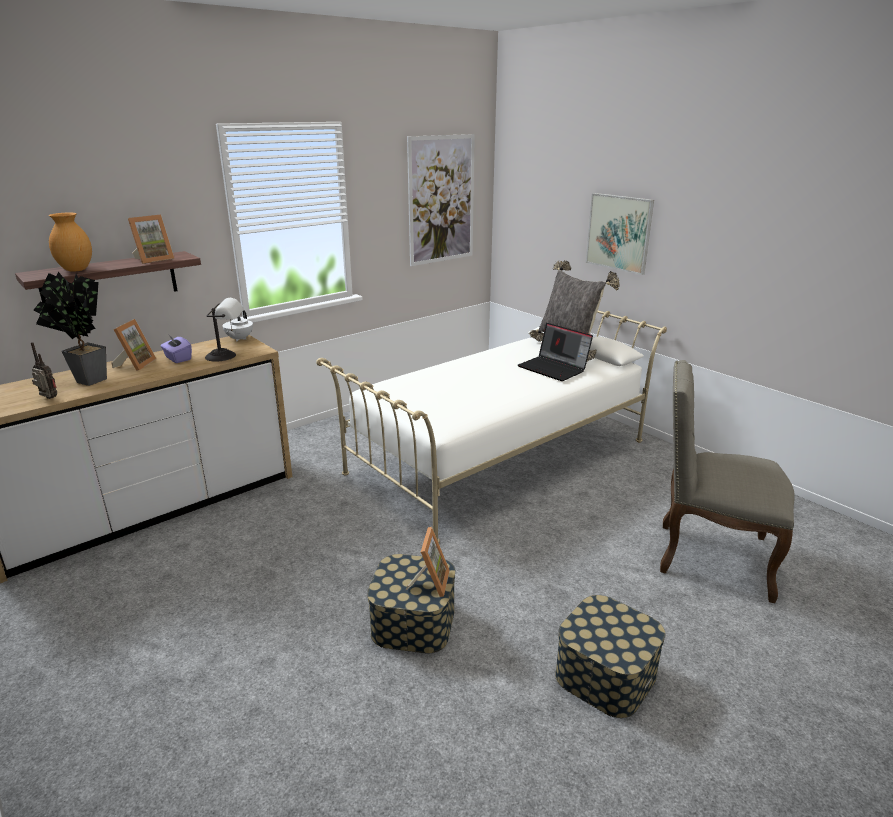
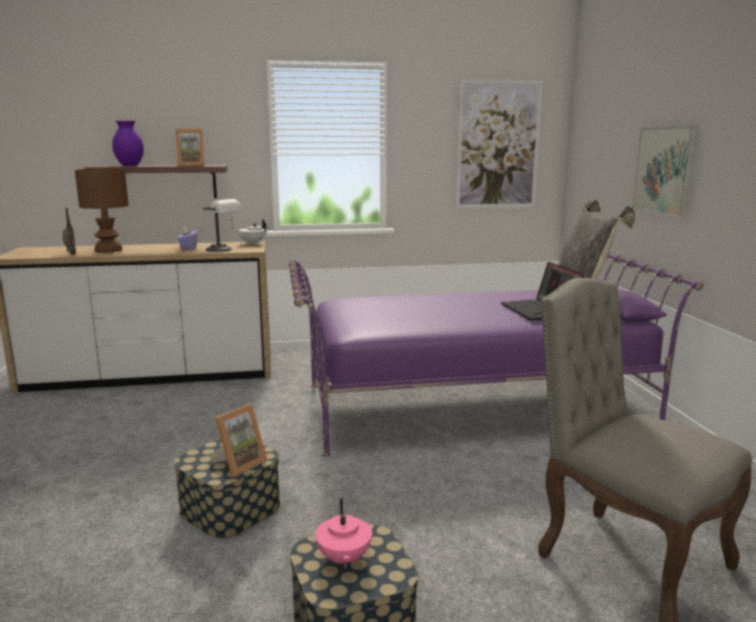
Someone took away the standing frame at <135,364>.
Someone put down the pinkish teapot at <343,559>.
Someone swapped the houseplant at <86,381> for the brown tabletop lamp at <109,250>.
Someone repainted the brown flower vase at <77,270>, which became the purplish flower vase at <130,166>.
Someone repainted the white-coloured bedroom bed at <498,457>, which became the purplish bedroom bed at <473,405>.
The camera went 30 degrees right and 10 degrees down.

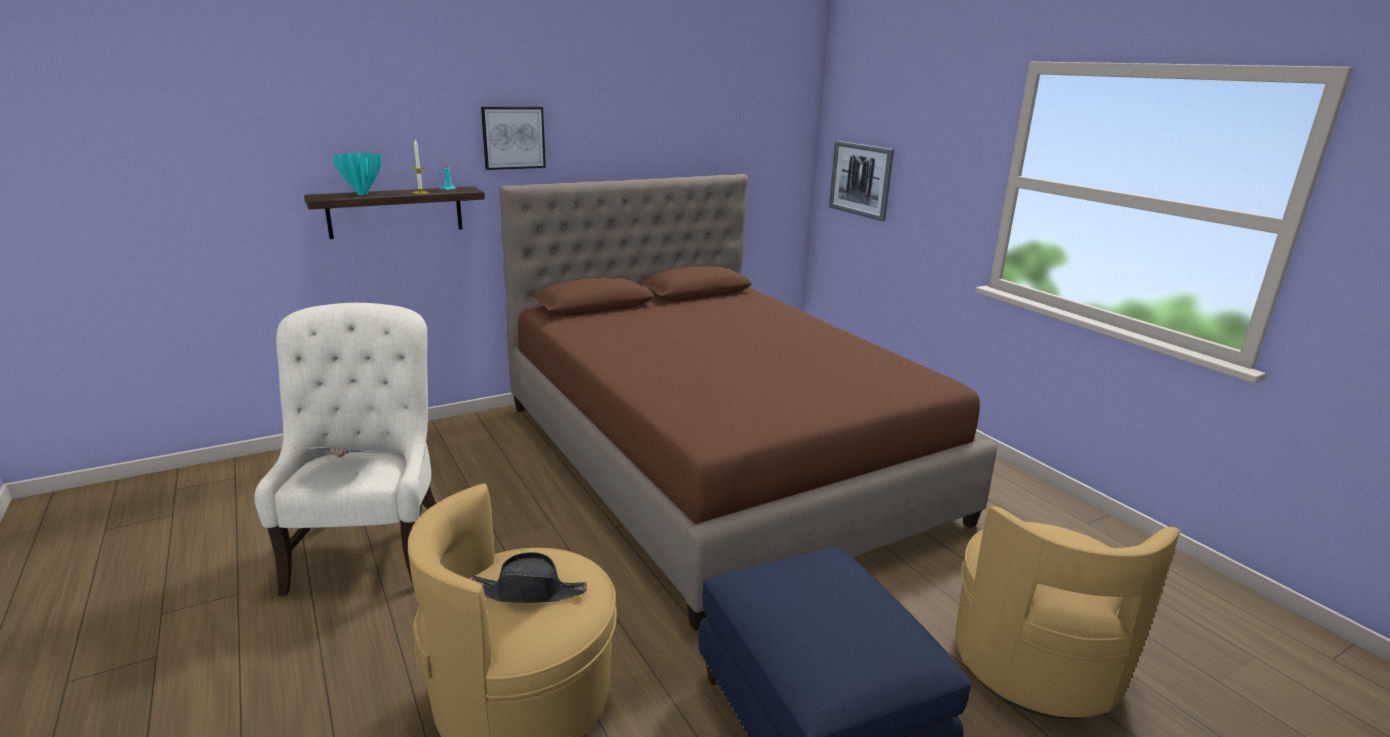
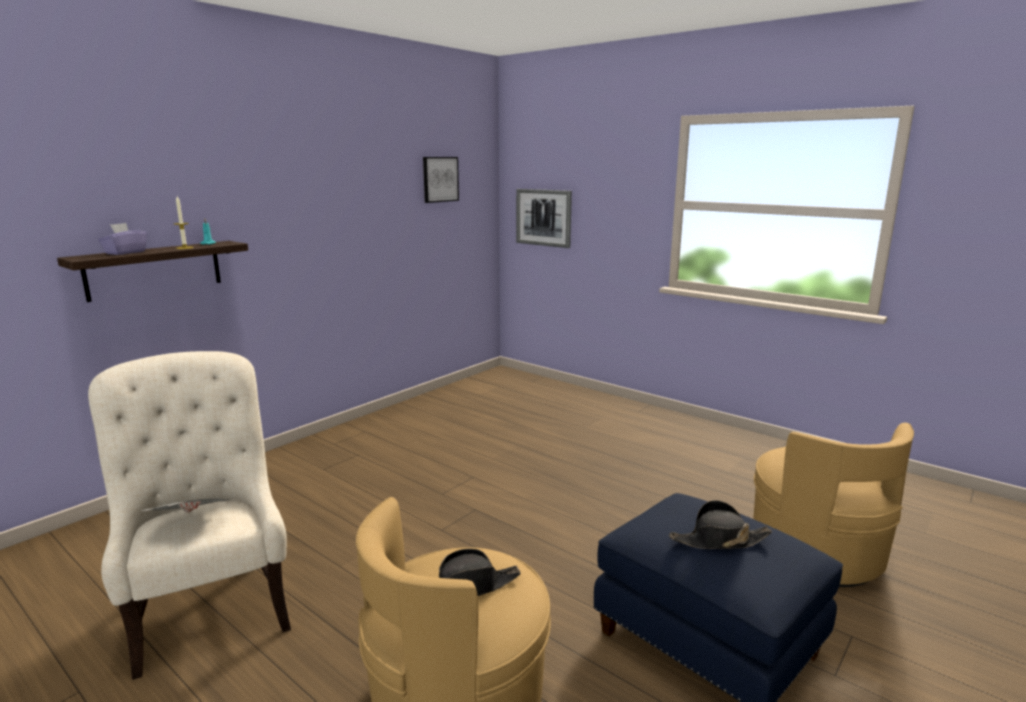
Someone took away the brown bedroom bed at <717,459>.
Someone put down the black-coloured wearable hat at <719,540>.
Someone carried the picture from <513,137> to <440,179>.
Someone swapped the turquoise flower vase at <363,194> for the purplish tissue box at <125,252>.
The camera went 20 degrees left and 5 degrees down.

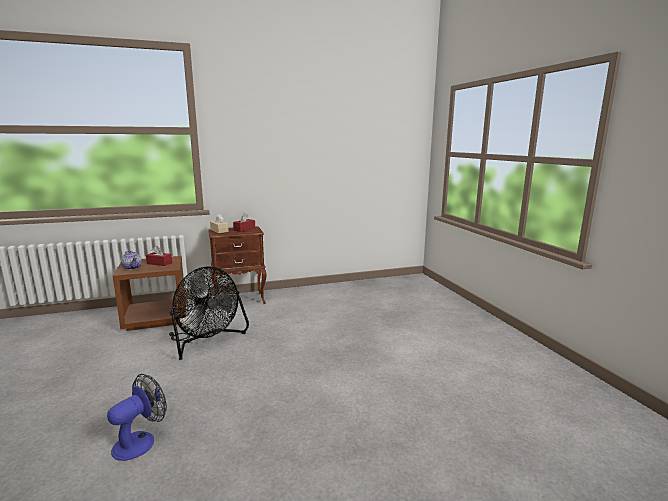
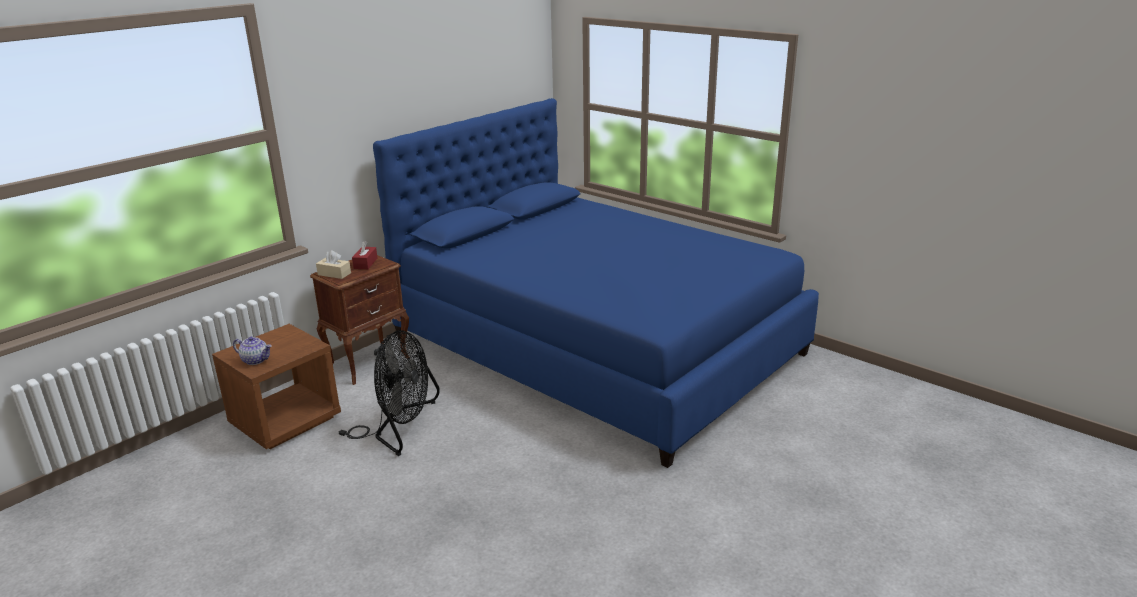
Someone took away the fan at <140,441>.
Someone took away the red-coloured tissue box at <159,263>.
Someone put down the blue bedroom bed at <596,345>.
The camera went 30 degrees left and 10 degrees up.

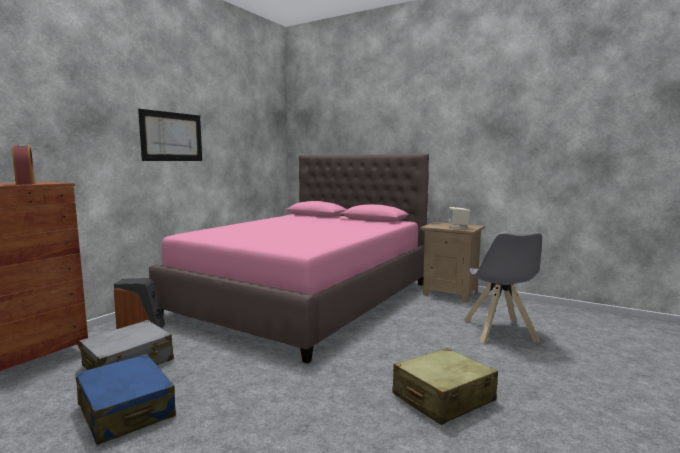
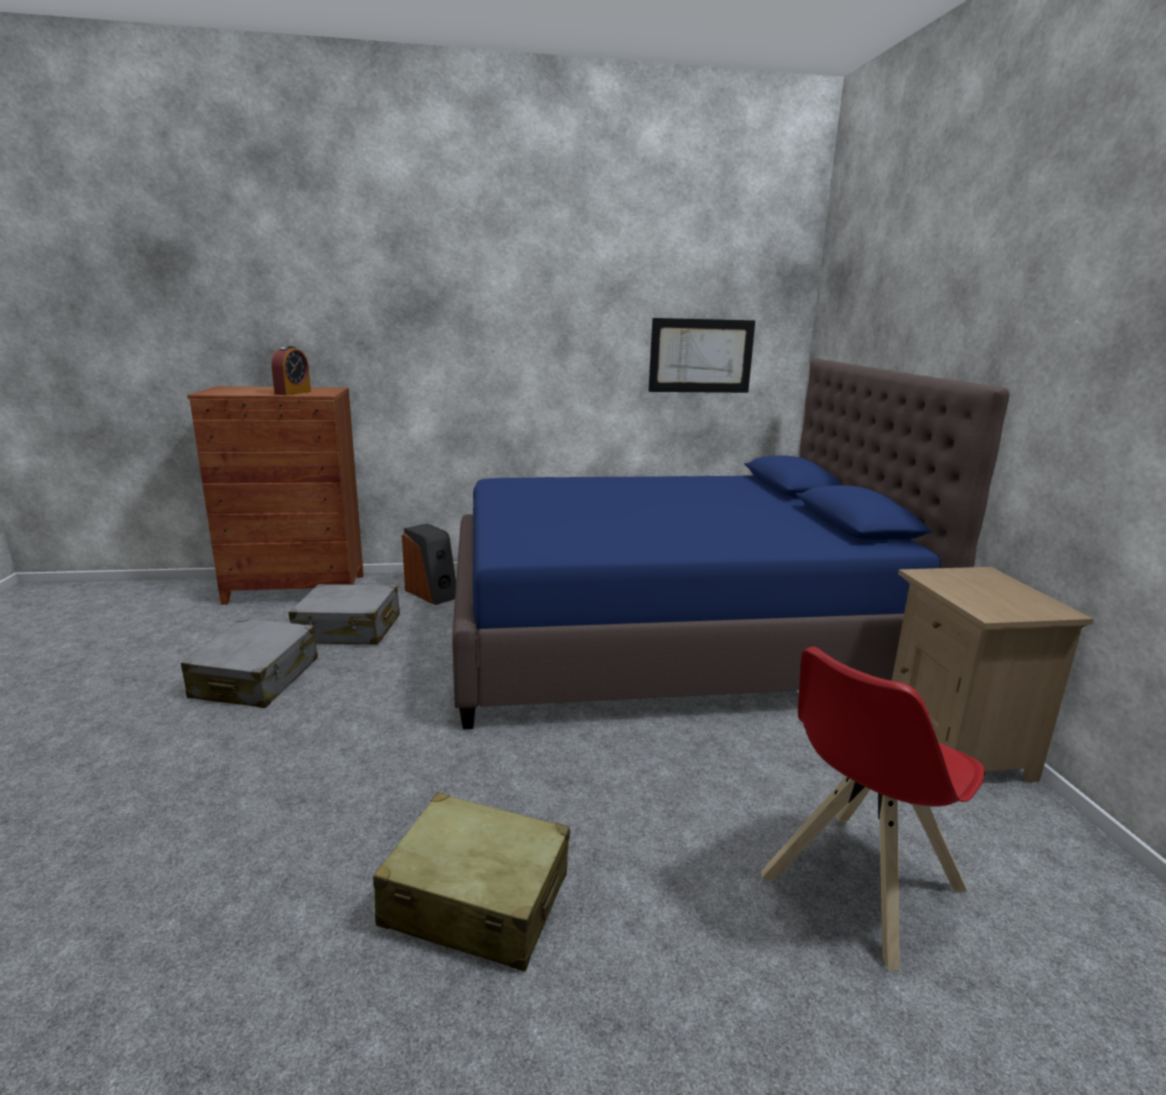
Someone took away the beige-coloured speaker at <458,228>.
Someone carried the picture from <172,136> to <701,356>.
Someone repainted the blue travel case at <126,410>, which became the grey travel case at <256,678>.
Someone repainted the pinkish bedroom bed at <305,299>, which became the blue bedroom bed at <667,634>.
Someone repainted the grey chair at <500,332>, which became the red-coloured chair at <858,885>.
The camera went 50 degrees right and 10 degrees up.

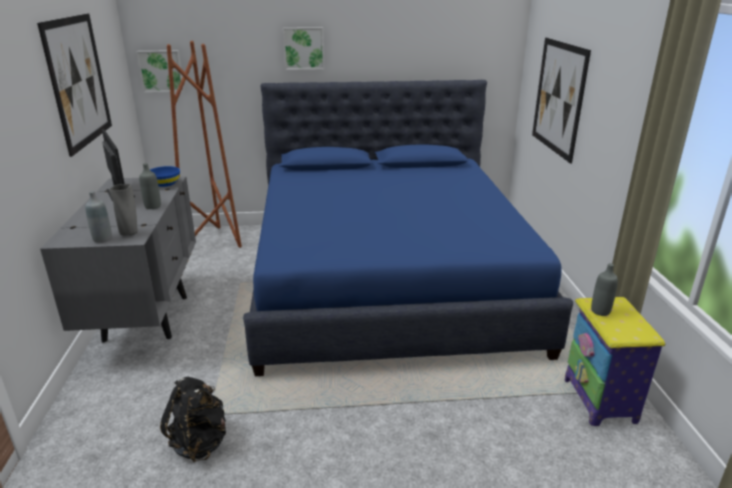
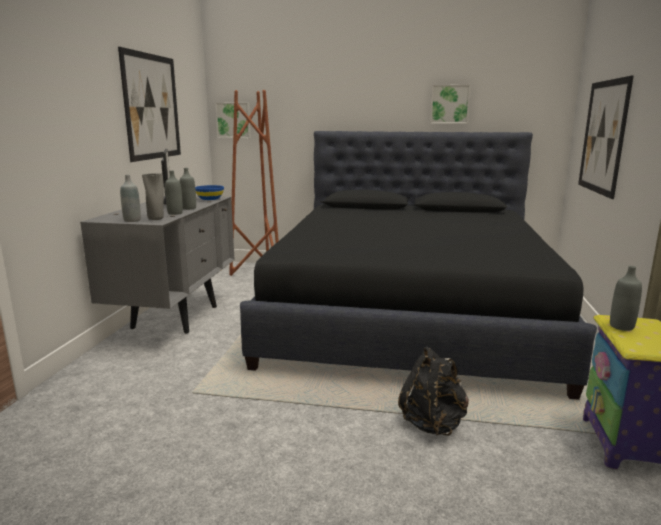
Someone put down the grey bottle at <175,213>.
Someone carried the black-coloured knapsack from <200,442> to <433,423>.
Someone carried the picture from <304,48> to <449,104>.
Someone repainted the blue bedroom bed at <387,279>, which became the black-coloured bedroom bed at <409,313>.
The camera went 15 degrees right and 10 degrees down.

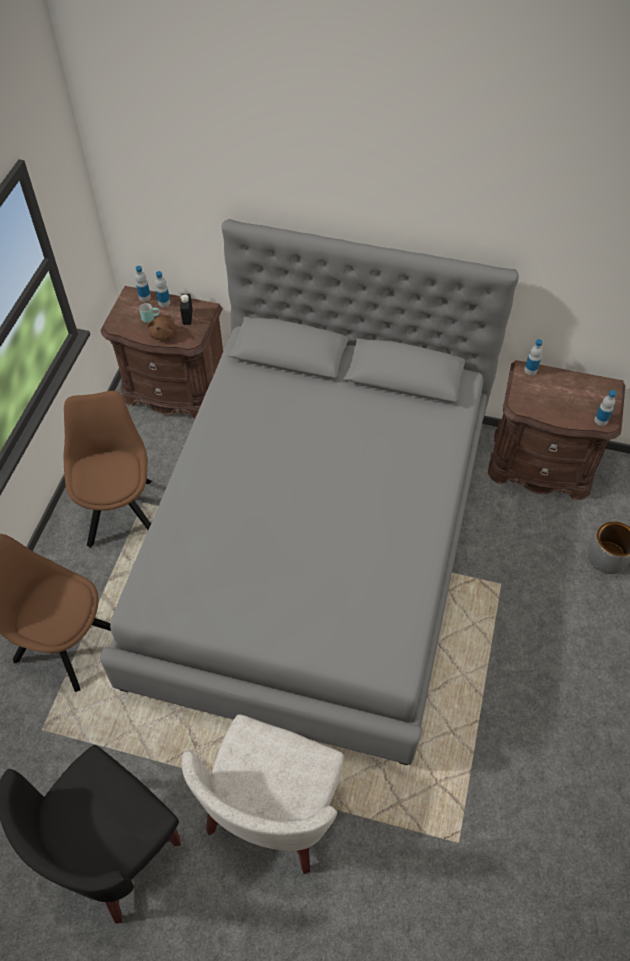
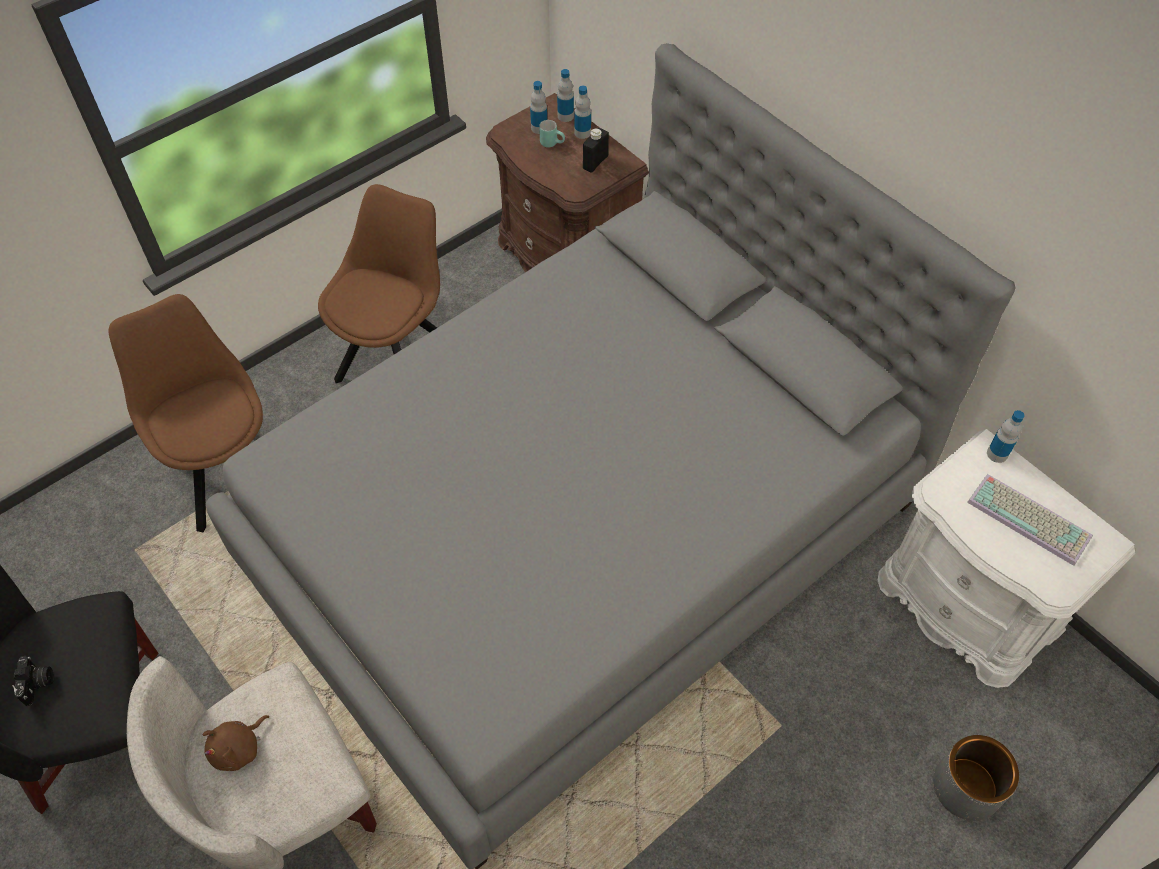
Someone put down the photo camera at <38,684>.
Someone put down the PC keyboard at <1031,519>.
Someone carried the brown soft toy from <164,334> to <239,748>.
Someone carried the bottle from <601,420> to <539,128>.
Someone repainted the brown night table at <541,467>, which became the white-coloured night table at <964,608>.
The camera went 35 degrees right and 0 degrees up.

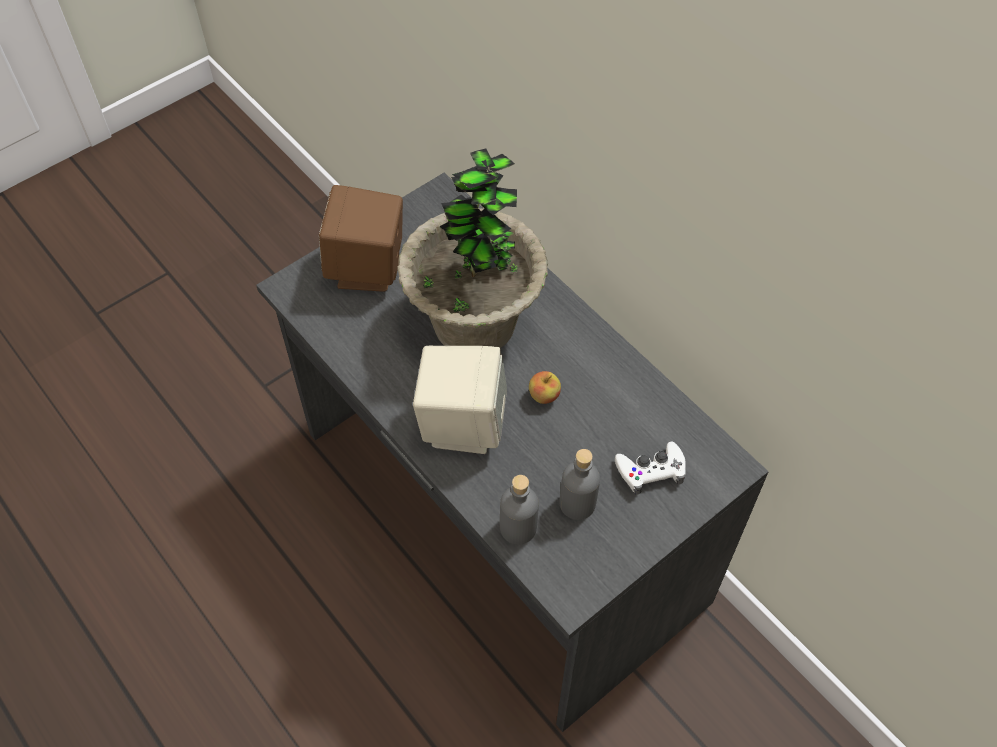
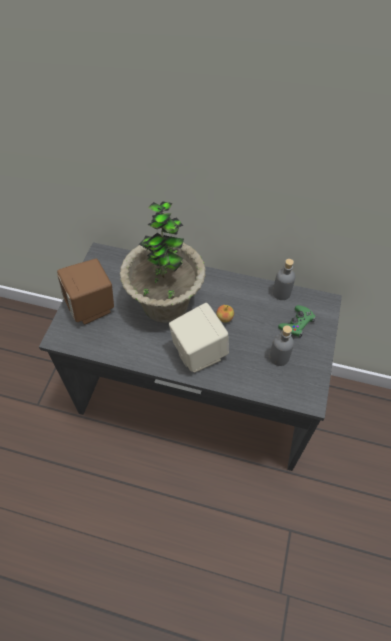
Someone carried the grey bottle from <518,528> to <281,293>.
Someone repainted the white-coloured joypad at <651,471>, which became the greenish joypad at <296,323>.
The camera went 35 degrees left and 0 degrees up.

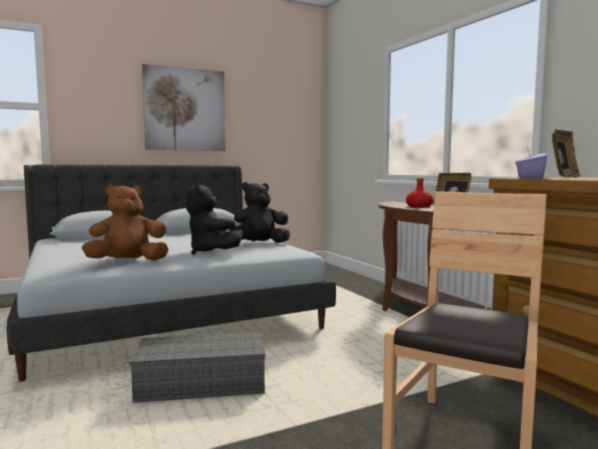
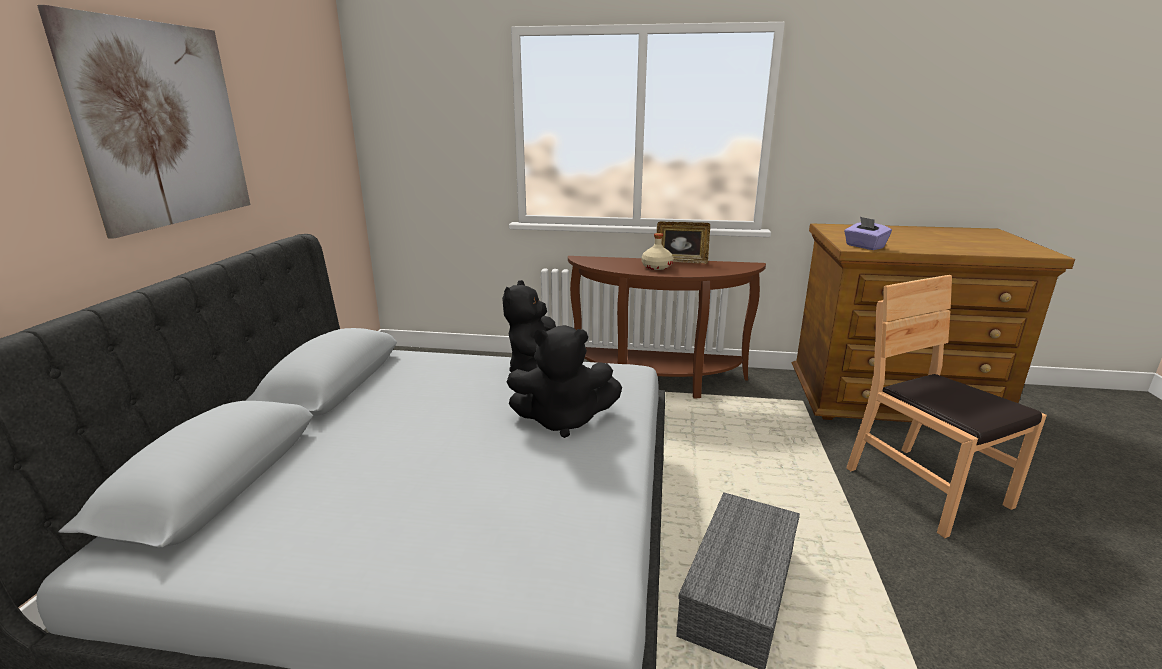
Someone took away the brown soft toy at <128,262>.
Someone took away the standing frame at <564,177>.
Someone repainted the red-coloured bottle at <419,206>, which became the beige-coloured bottle at <656,267>.
The camera went 55 degrees left and 15 degrees up.

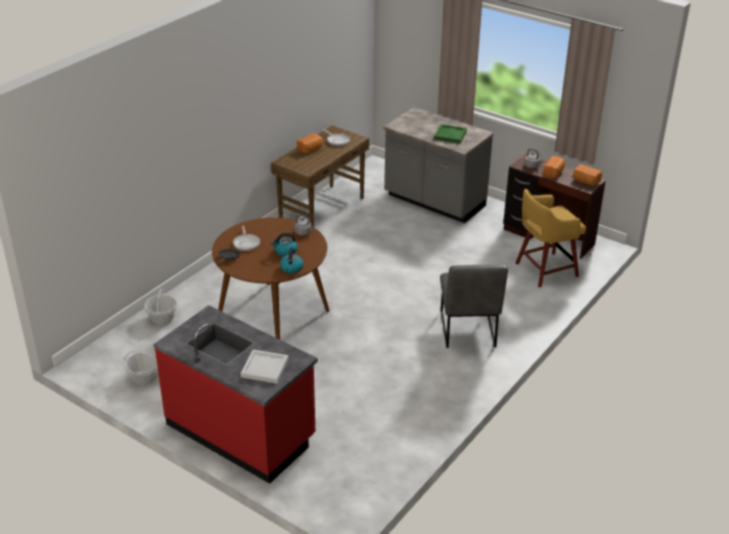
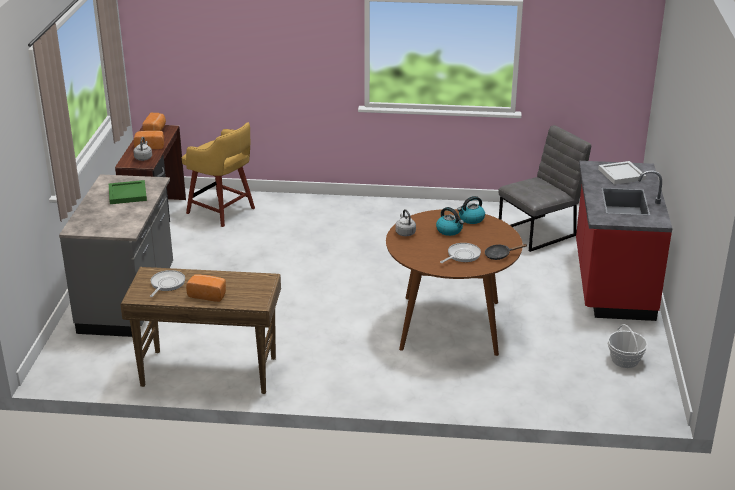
Someone took away the household basket at <162,318>.
Someone carried the grey chair from <467,330> to <539,232>.
The camera went 120 degrees left and 5 degrees down.

